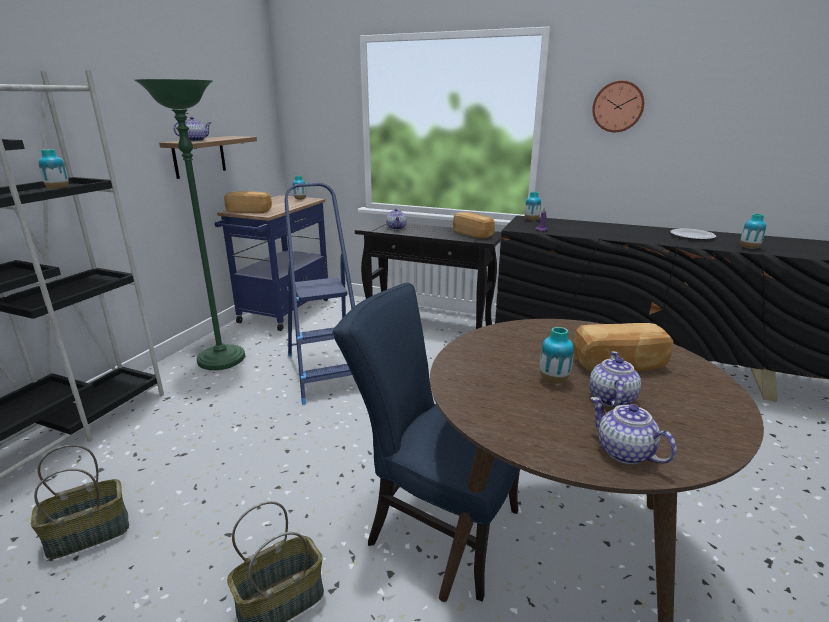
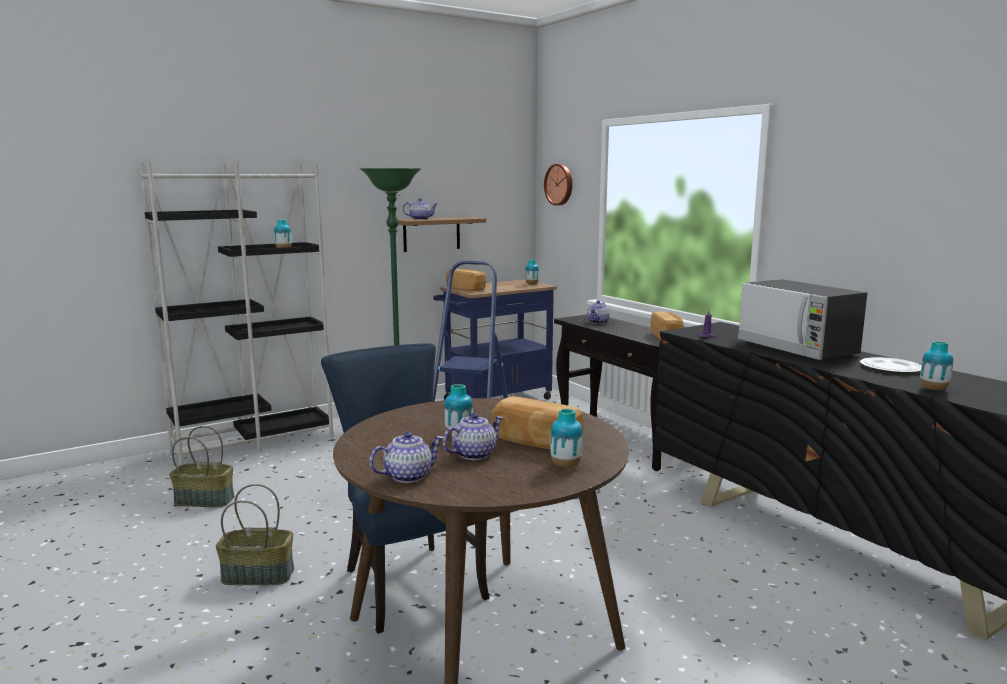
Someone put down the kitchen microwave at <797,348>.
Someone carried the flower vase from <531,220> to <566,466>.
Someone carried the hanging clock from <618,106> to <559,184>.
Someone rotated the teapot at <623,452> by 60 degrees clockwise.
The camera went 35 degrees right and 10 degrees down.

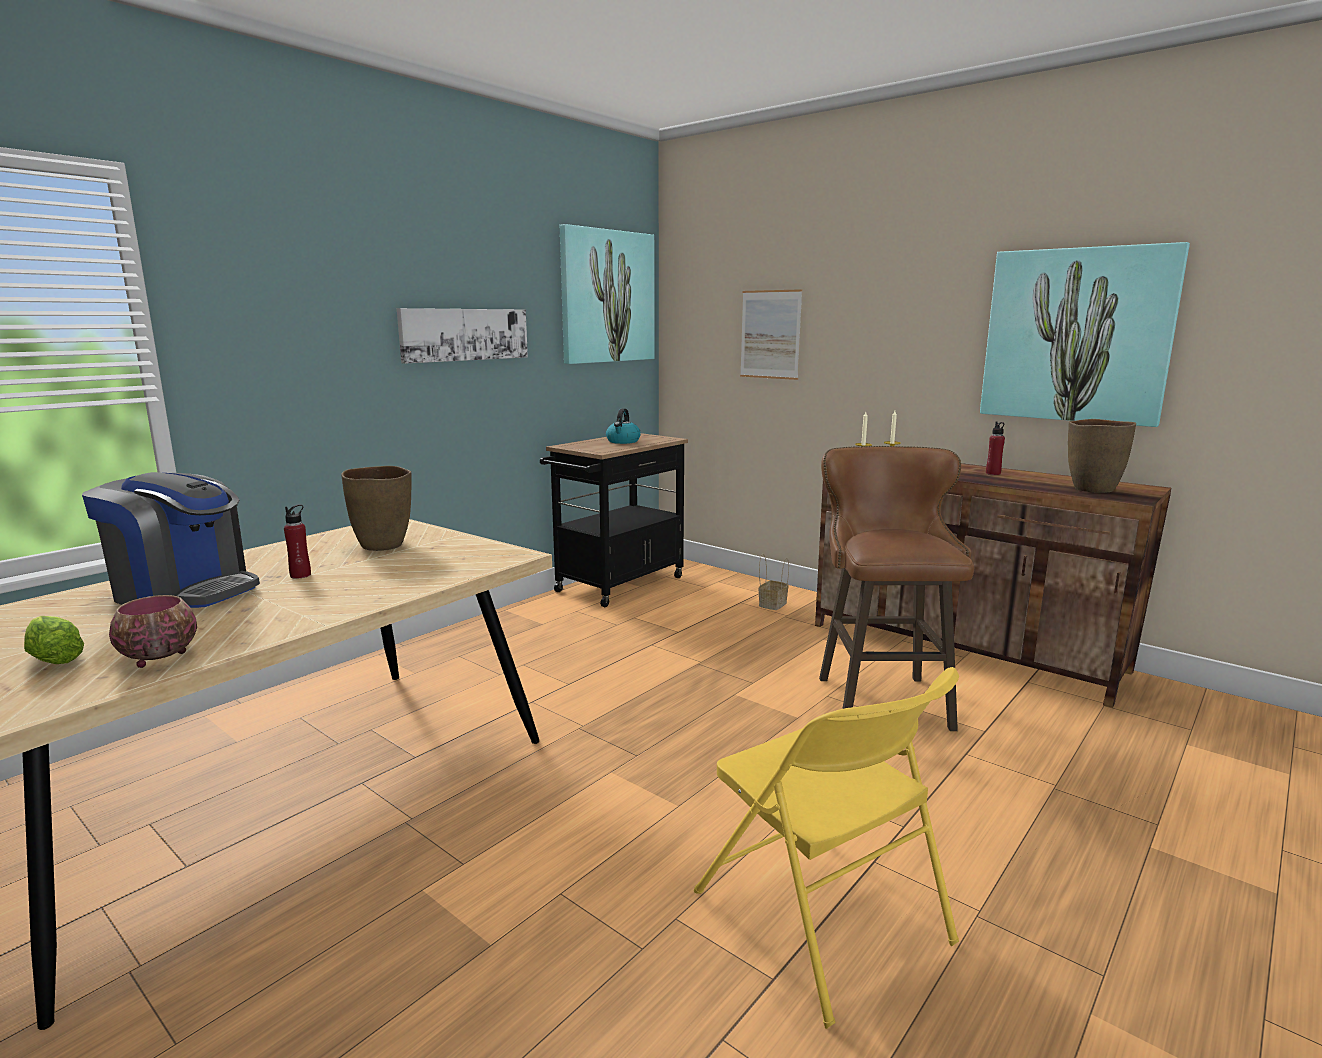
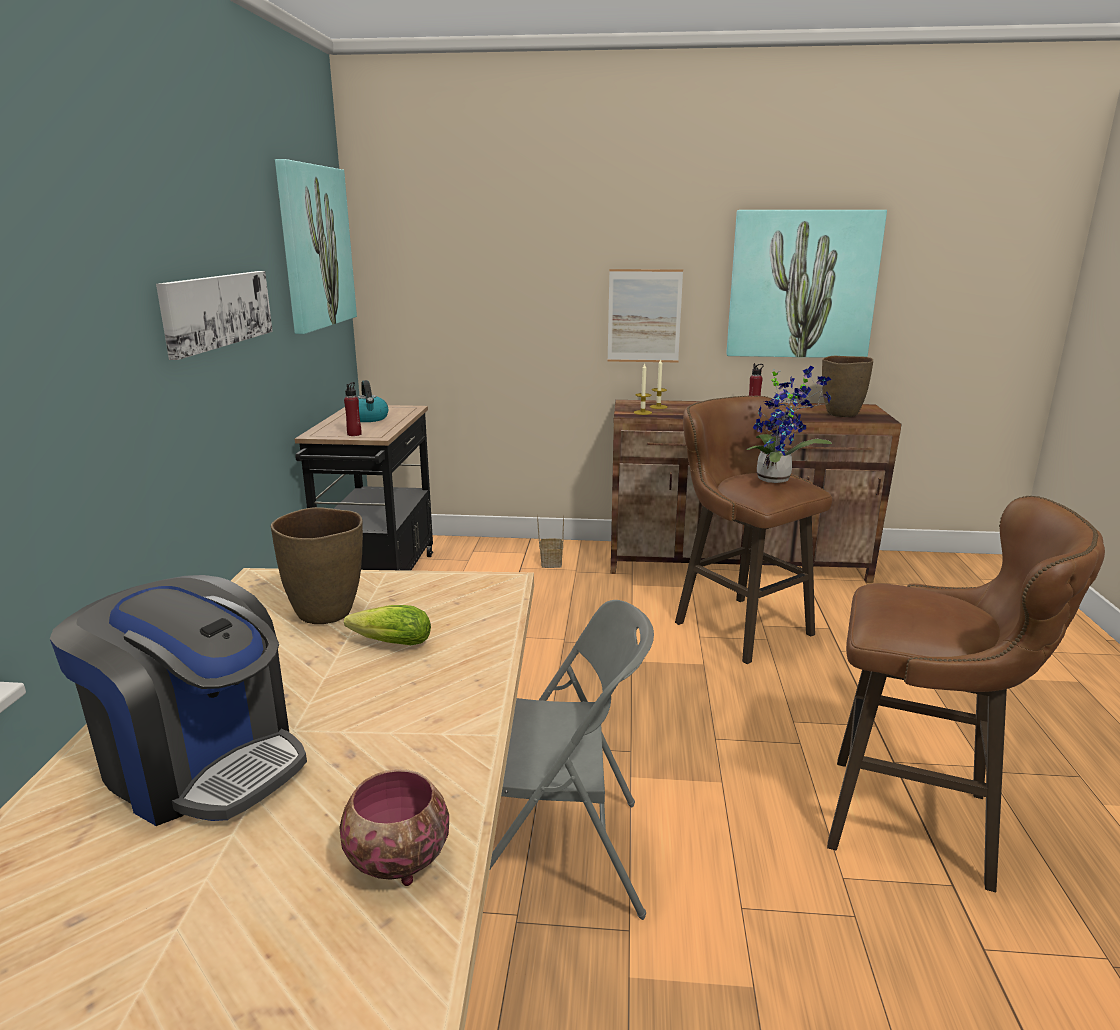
Someone put down the grey chair at <551,855>.
Someone put down the houseplant at <777,479>.
Someone carried the lettuce from <55,657> to <388,643>.
Someone carried the red-coloured bottle from <300,575> to <354,434>.
Someone carried the picture from <770,334> to <644,316>.
Someone swapped the yellowish chair at <820,917> for the brown sitting stool at <918,822>.
Someone rotated the coffee brewer at <184,592> by 45 degrees clockwise.
The camera went 35 degrees left and 5 degrees up.

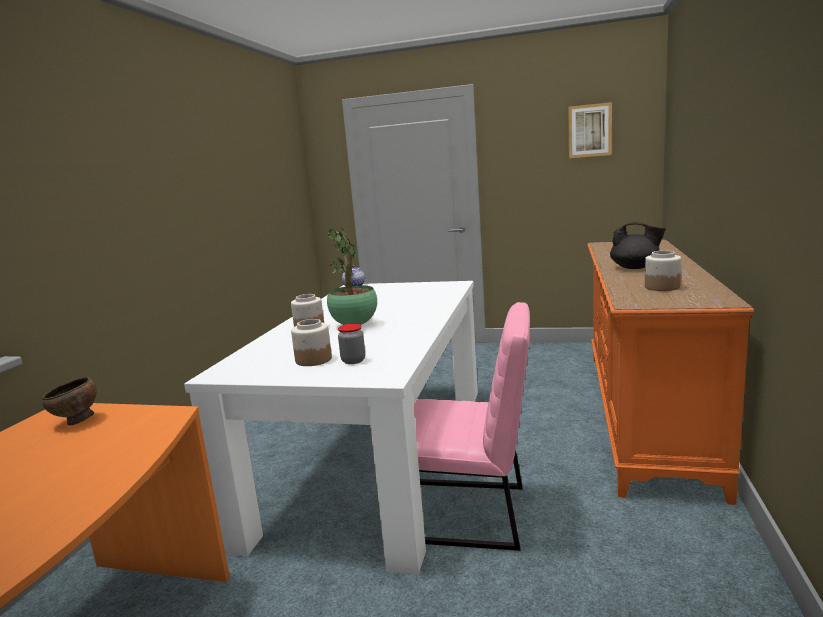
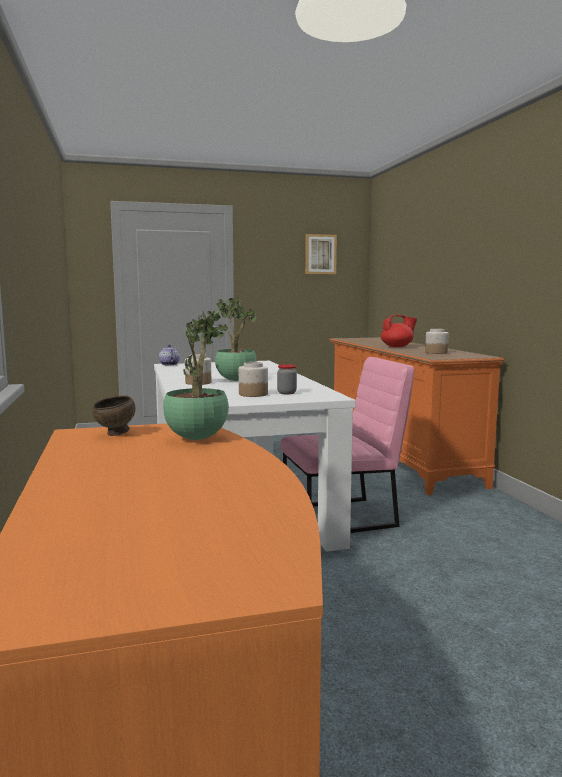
Someone put down the houseplant at <197,438>.
Someone repainted the black-coloured teapot at <635,268>, which became the red-coloured teapot at <397,347>.
The camera went 30 degrees left and 5 degrees down.

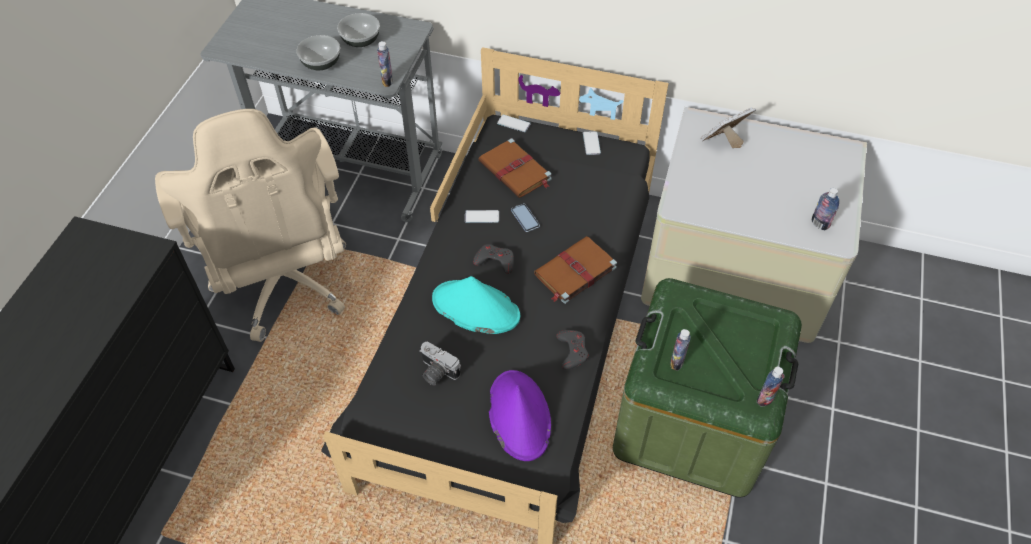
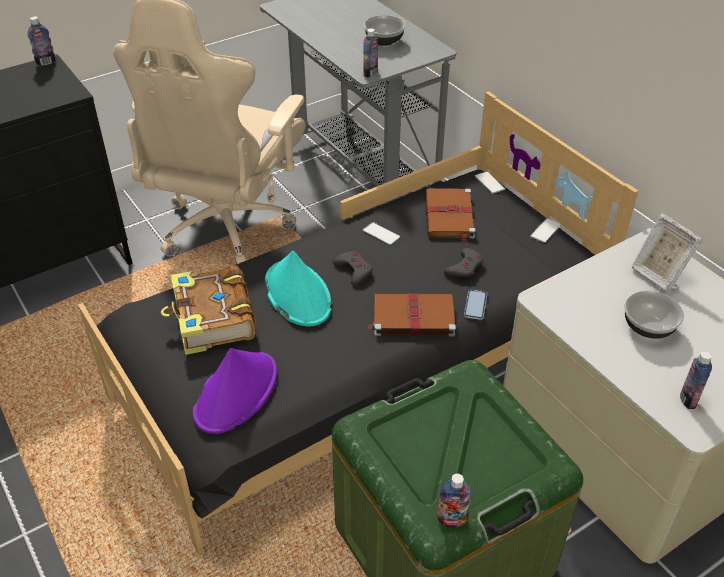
Someone carried the bowl from <322,63> to <649,328>.
Someone carried the telephone from <525,218> to <475,305>.
Someone carried the grey joypad from <572,351> to <465,267>.
Someone carried the bottle from <676,362> to <46,62>.
Someone swapped the photo camera at <436,372> for the book at <213,320>.
Someone rotated the standing frame at <723,142> by 135 degrees counterclockwise.
The camera went 40 degrees right and 10 degrees down.

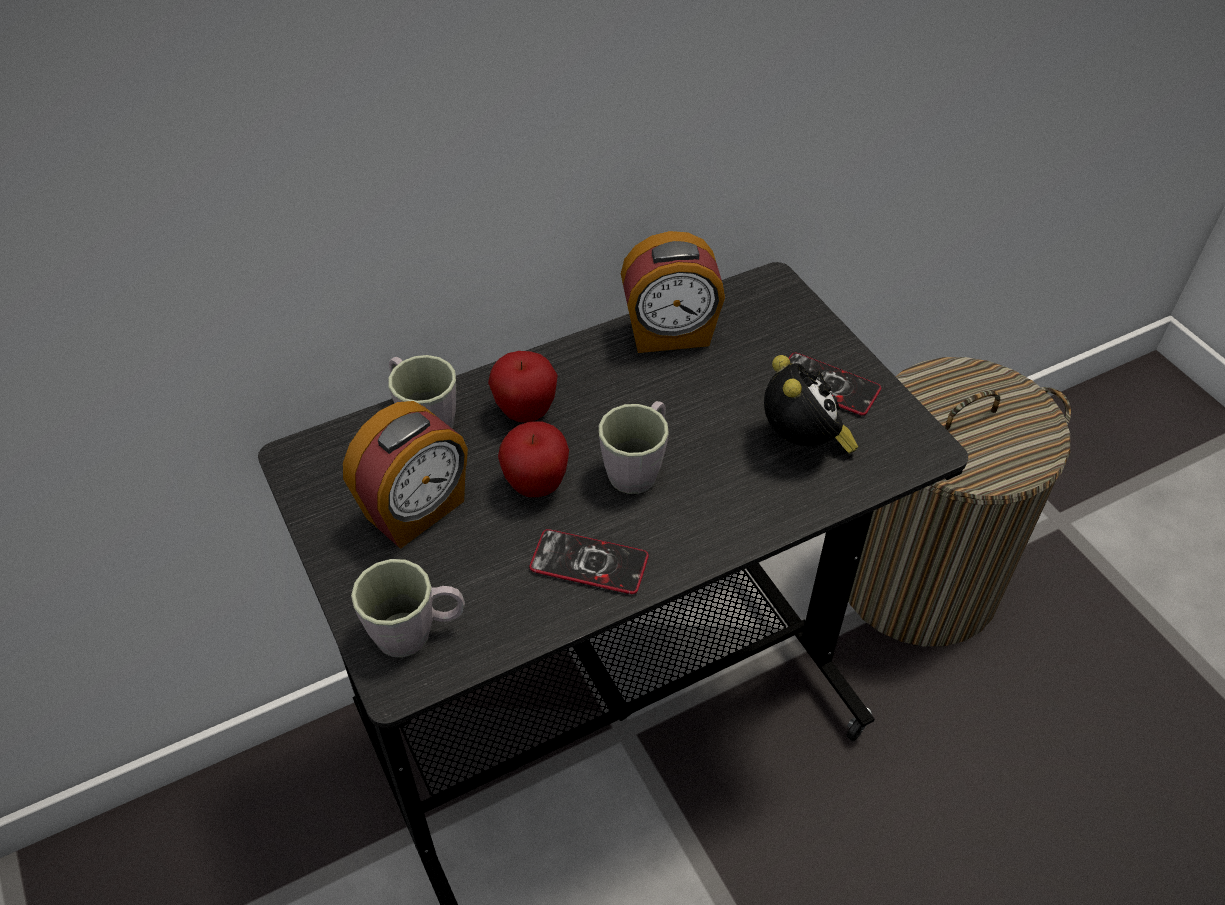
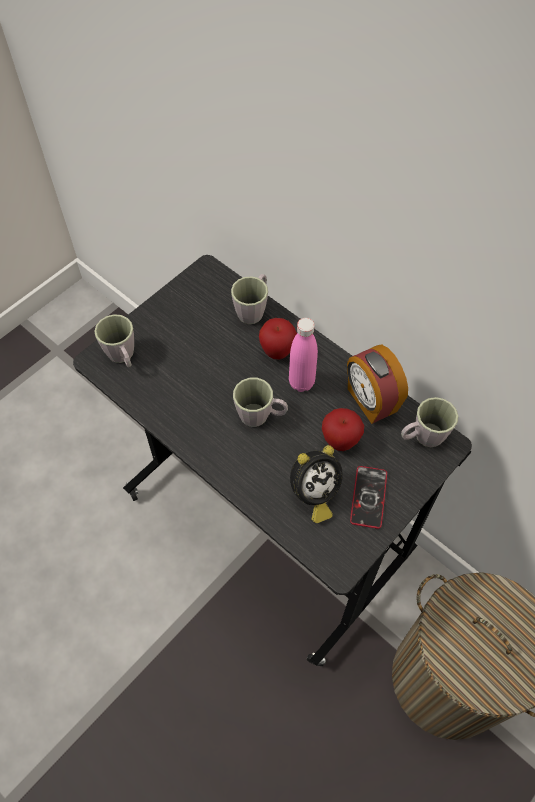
Someone took away the table clock at <417,511>.
Someone took away the telephone at <589,563>.
Someone put down the pinkish bottle at <301,382>.
Someone put down the grey tea mug at <422,437>.
Someone carried the apple from <536,485> to <340,441>.
The camera went 70 degrees right and 10 degrees up.

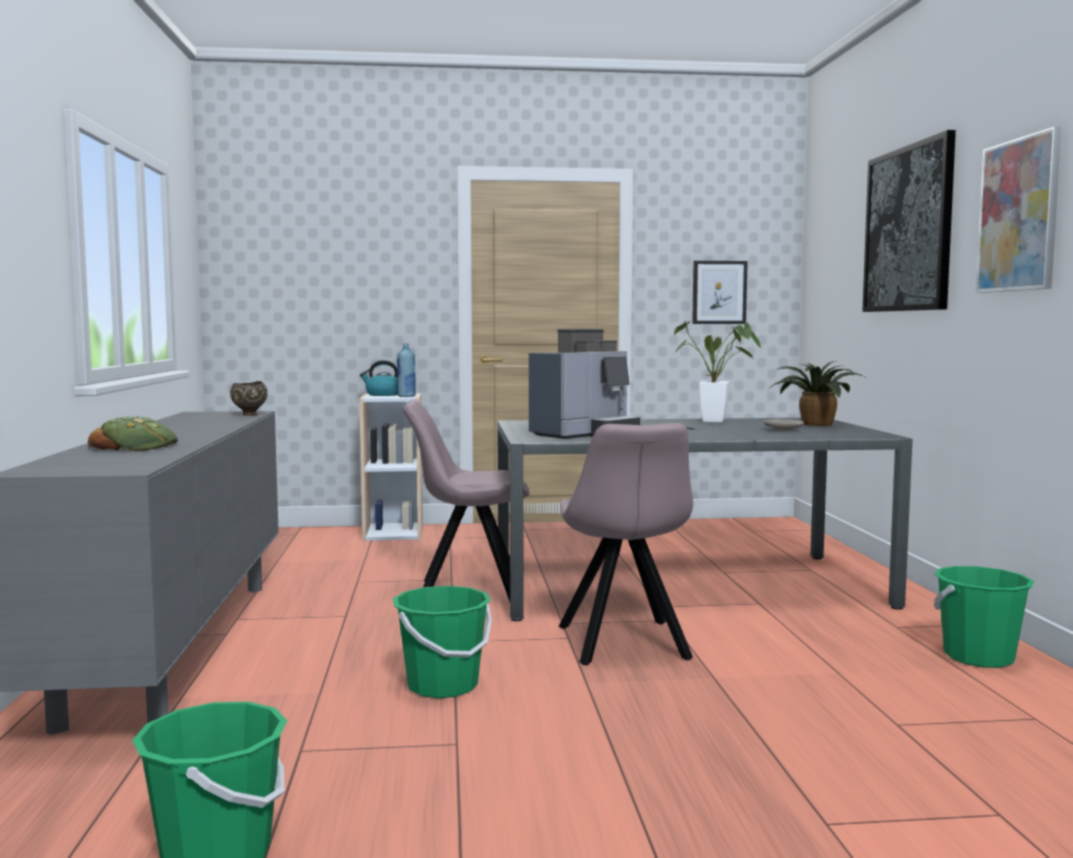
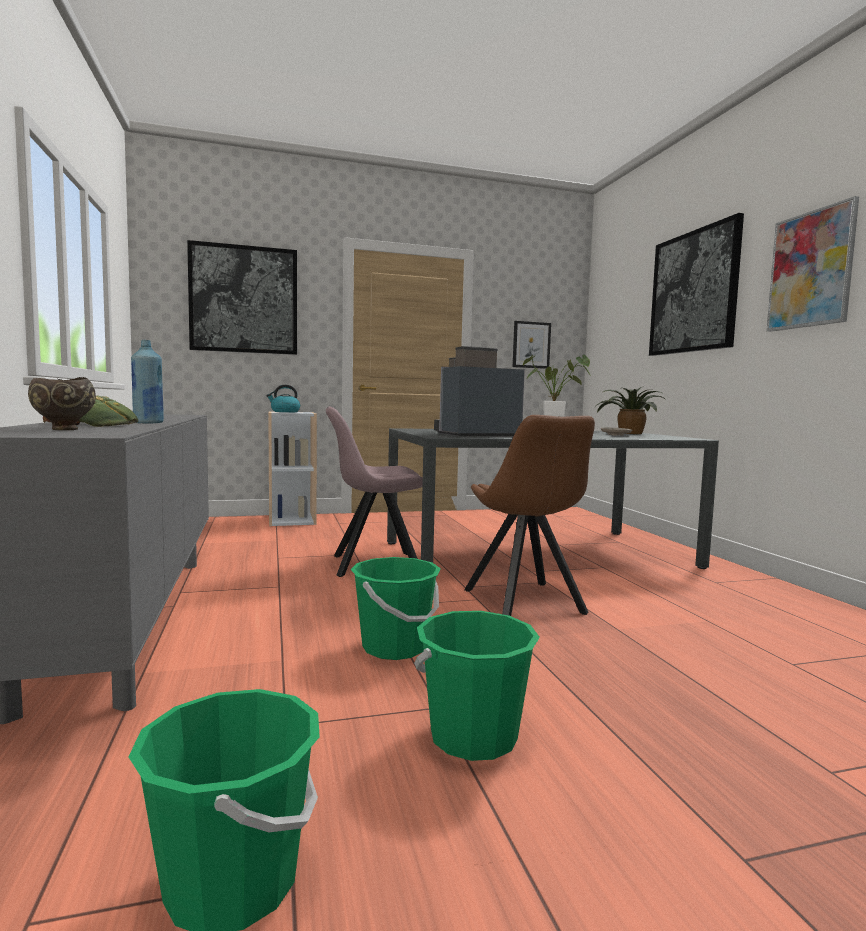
Someone put up the picture at <244,299>.
Someone carried the brown bowl from <249,415> to <63,429>.
Someone carried the blue bottle from <406,396> to <148,423>.
Someone carried the greenish pail from <978,657> to <473,737>.
Someone repainted the pinkish chair at <623,643>, which became the brown chair at <524,602>.
Someone rotated the coffee brewer at <585,434> by 150 degrees counterclockwise.
The camera went 10 degrees left and 0 degrees up.

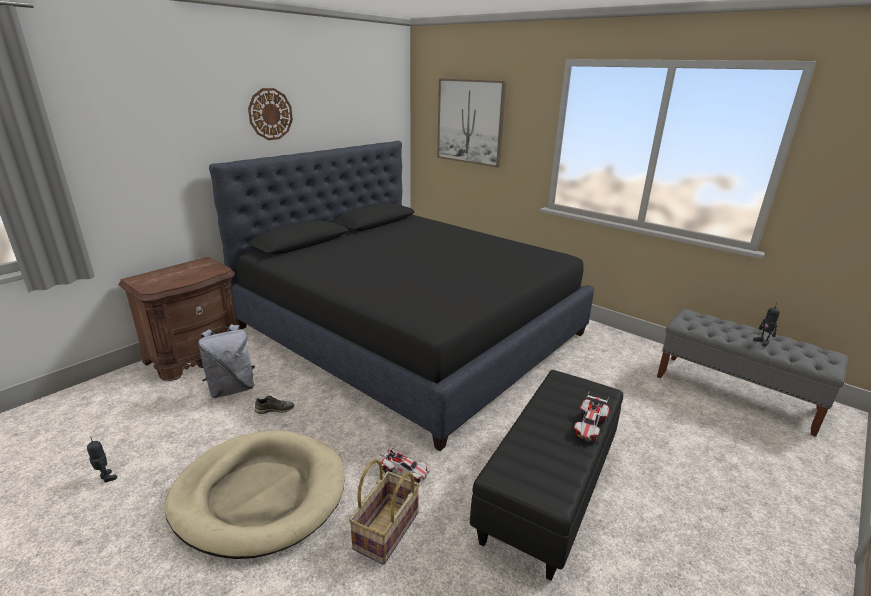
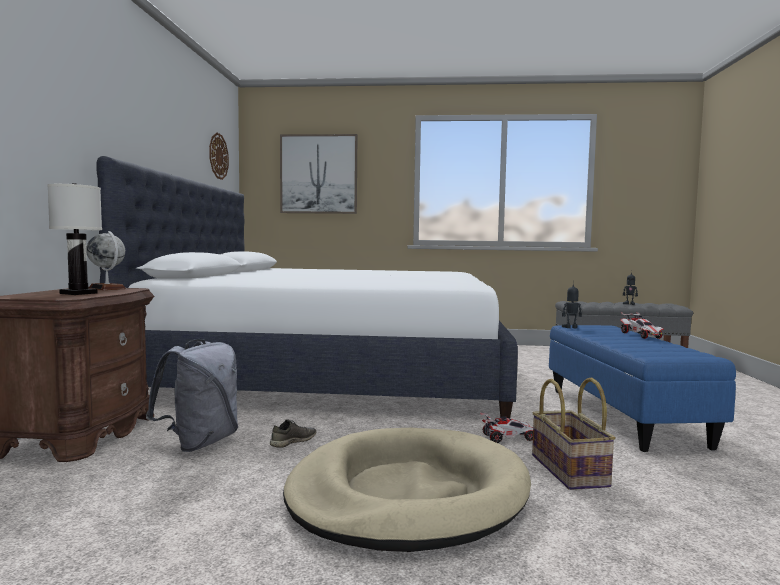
Someone put down the white-coloured tabletop lamp at <78,293>.
Someone put down the world globe at <107,288>.
Someone carried the model robot from <106,478> to <571,327>.
Someone carried the hanging clock from <270,114> to <218,156>.
Someone repainted the black-coloured bedroom bed at <410,330>, which became the white-coloured bedroom bed at <334,370>.
Someone repainted the black-coloured pouffe at <547,491>, which became the blue pouffe at <621,416>.
The camera went 35 degrees left and 20 degrees down.

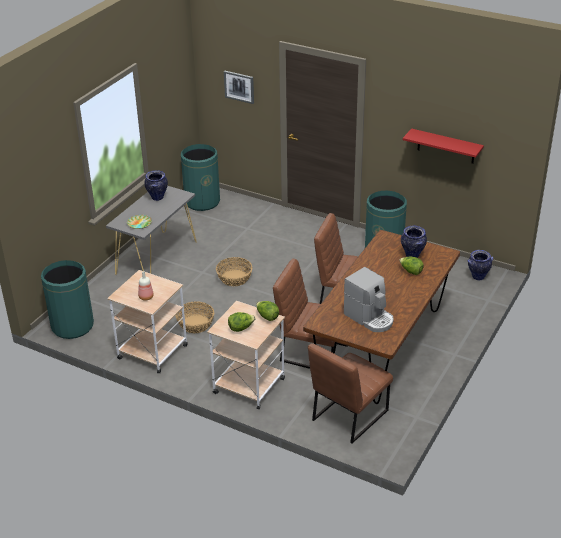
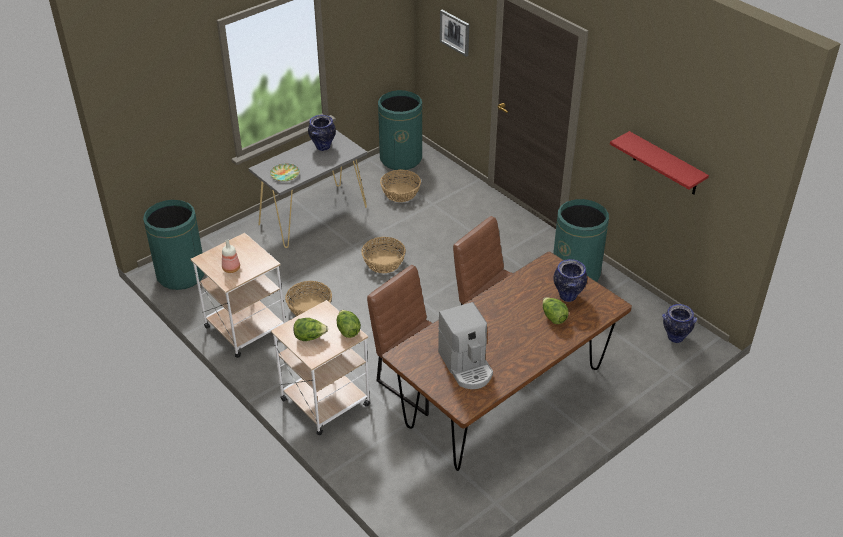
Someone took away the brown chair at <348,416>.
Someone put down the household basket at <400,193>.
The camera went 20 degrees right and 5 degrees up.

